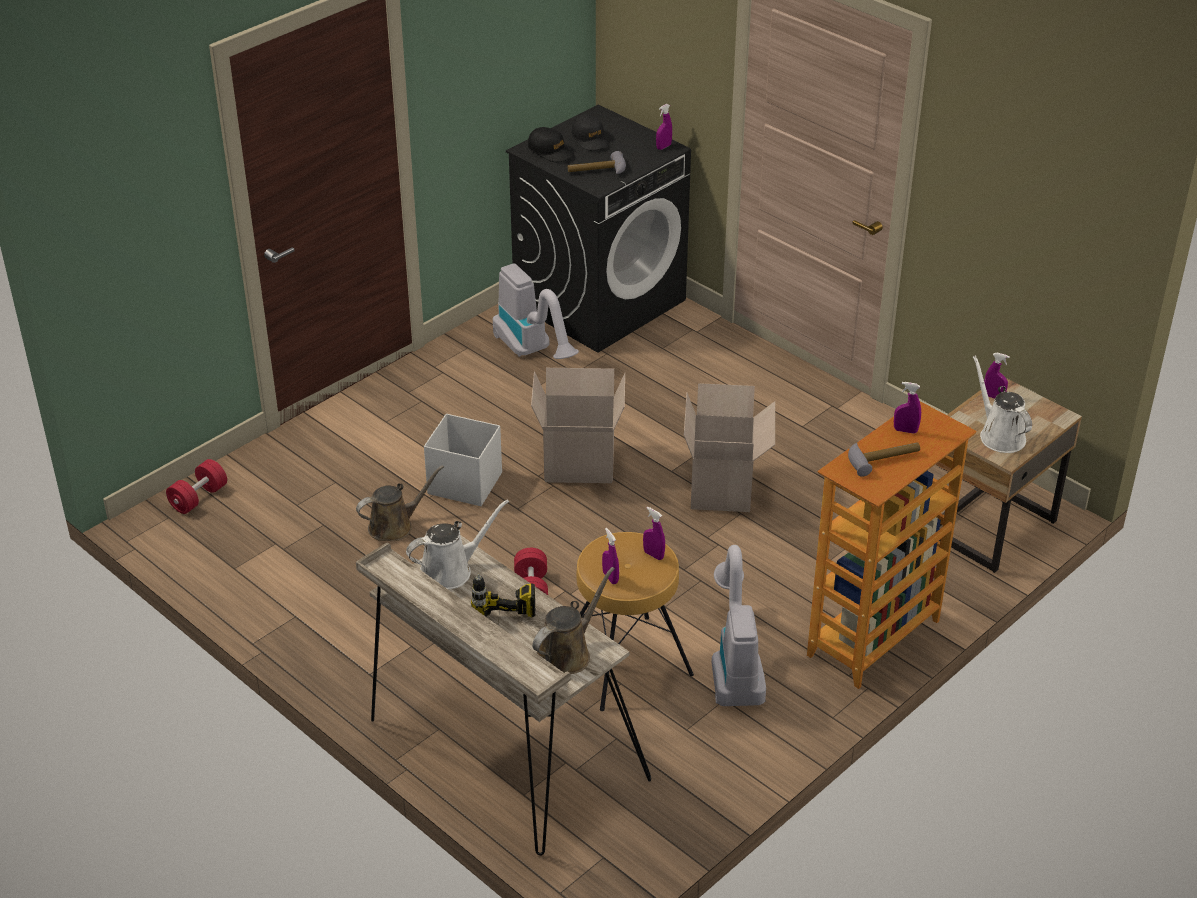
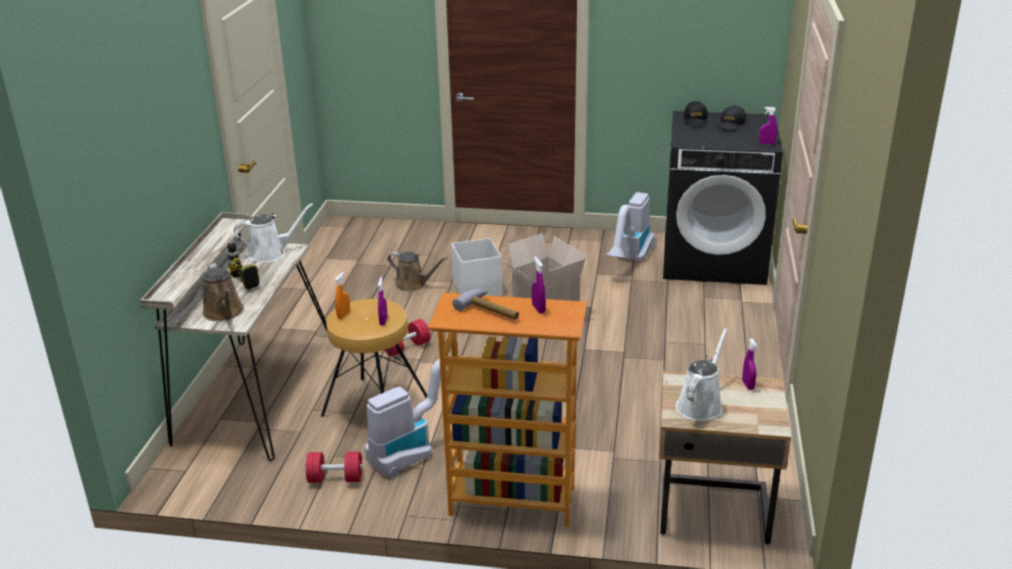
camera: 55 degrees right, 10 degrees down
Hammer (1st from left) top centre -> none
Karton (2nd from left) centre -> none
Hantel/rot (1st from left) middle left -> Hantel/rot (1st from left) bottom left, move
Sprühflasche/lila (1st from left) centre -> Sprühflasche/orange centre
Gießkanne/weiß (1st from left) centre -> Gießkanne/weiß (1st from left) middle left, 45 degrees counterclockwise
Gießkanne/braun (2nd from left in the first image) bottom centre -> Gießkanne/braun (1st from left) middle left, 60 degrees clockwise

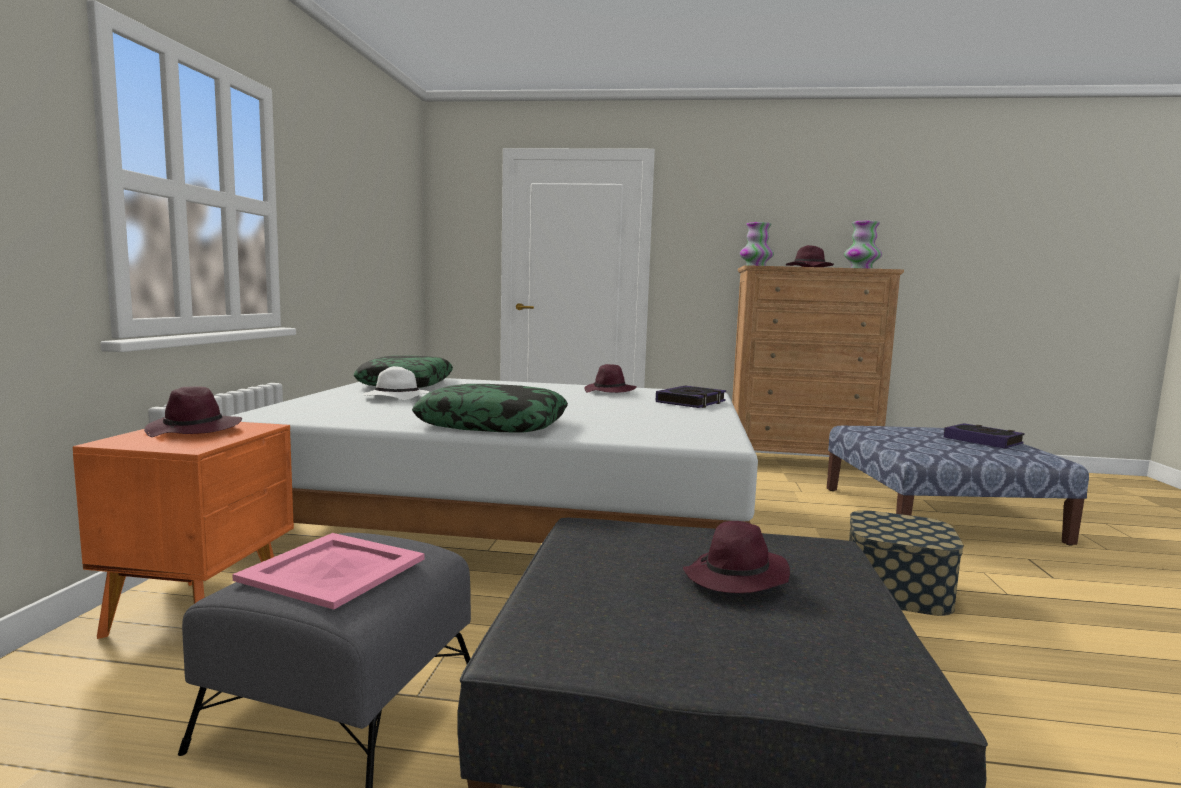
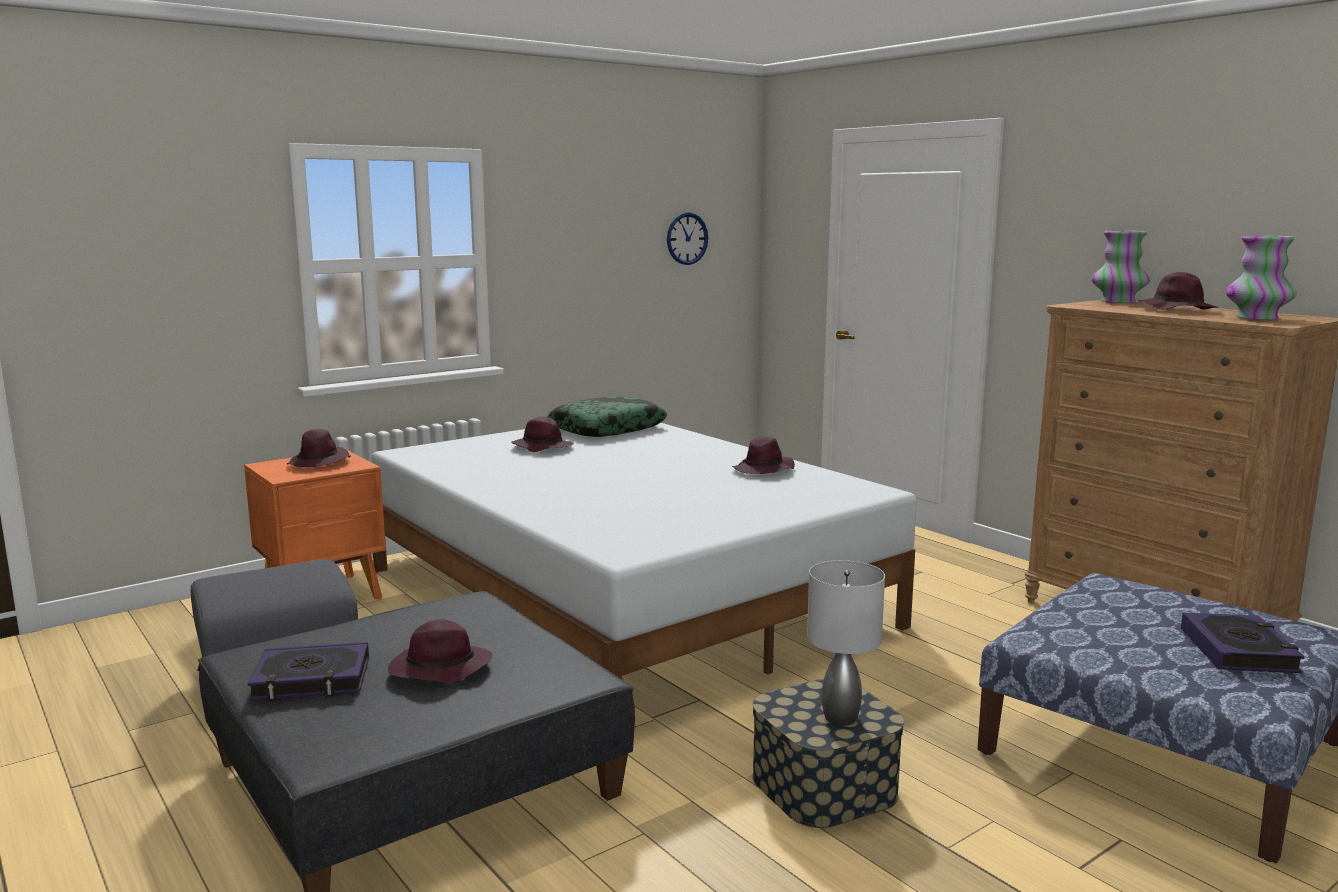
camera: 45 degrees right, 5 degrees up
Tablett/rosa bottom left -> none
Kissen (2nd from left) centre -> none
none -> Wanduhr top centre
none -> Tischlampe/grau bottom centre
Buch (1st from left) centre -> Buch (1st from left) bottom left, move
Hut/weiß centre -> Hut/lila (3rd from left) centre

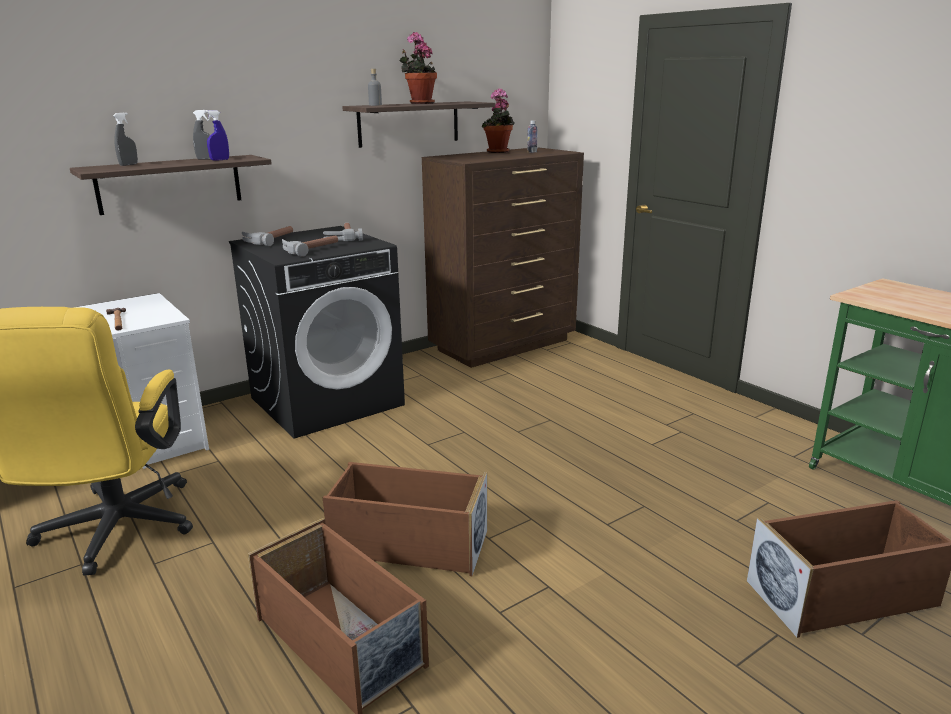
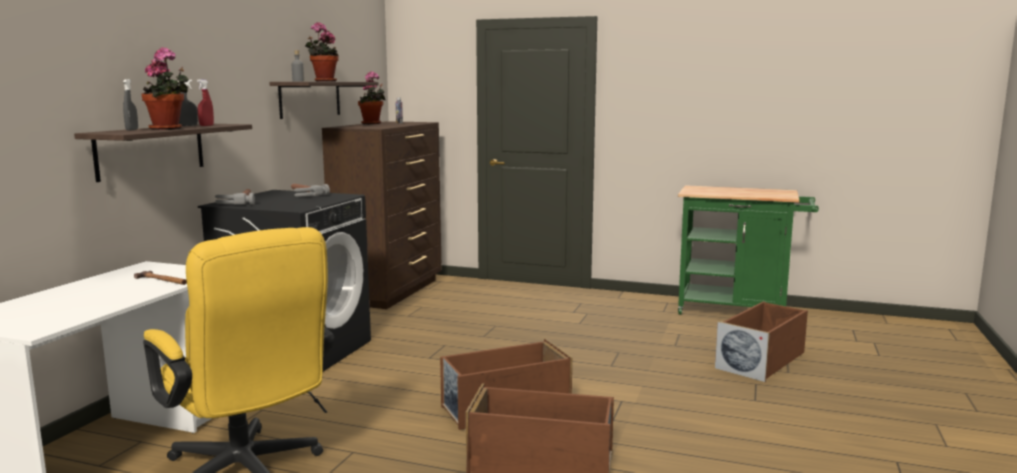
camera: 35 degrees left, 10 degrees down
Hammer (3rd from left) middle left -> none
none -> Topfpflanze (1st from left) top left
Sprühflasche/blau top left -> Sprühflasche/rot top left

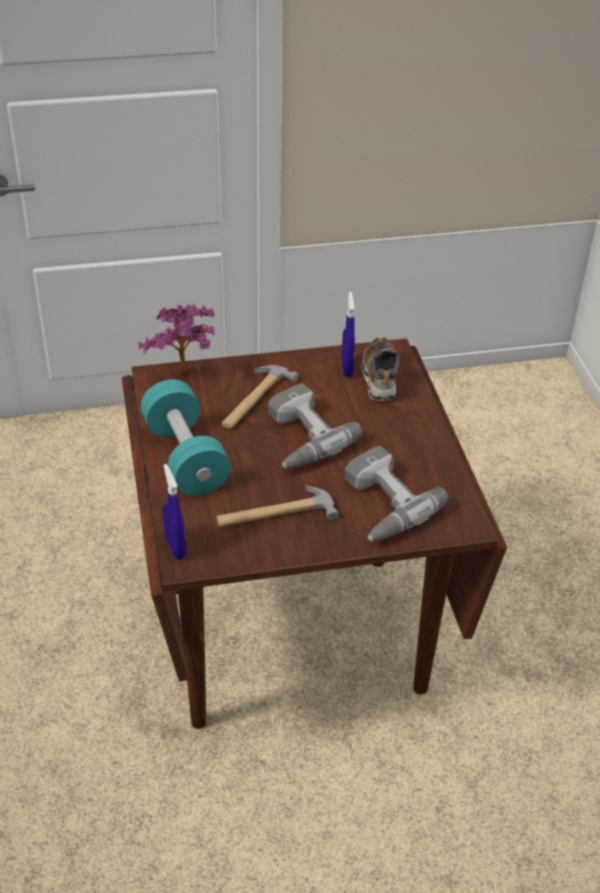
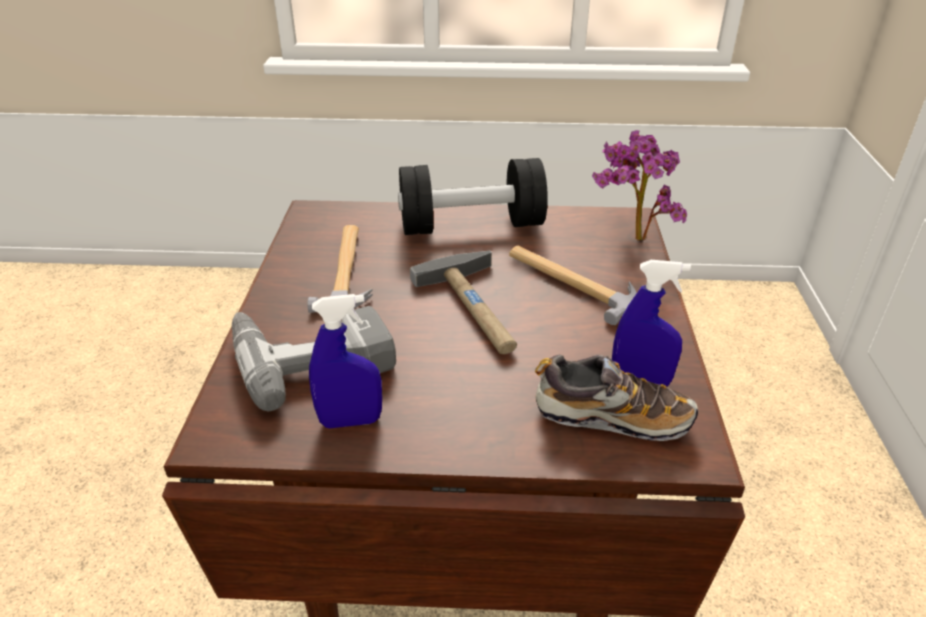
camera: 105 degrees right, 5 degrees down
Sprühflasche/blau (1st from left) middle left -> Sprühflasche/blau (1st from left) centre, move
Bohrmaschine (1st from left) centre -> Hammer (2nd from left) centre
Hantel/türkis middle left -> Hantel/schwarz top centre

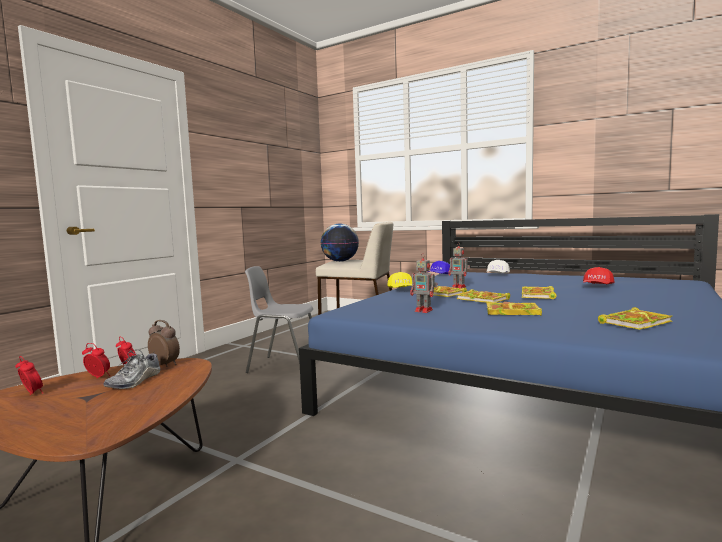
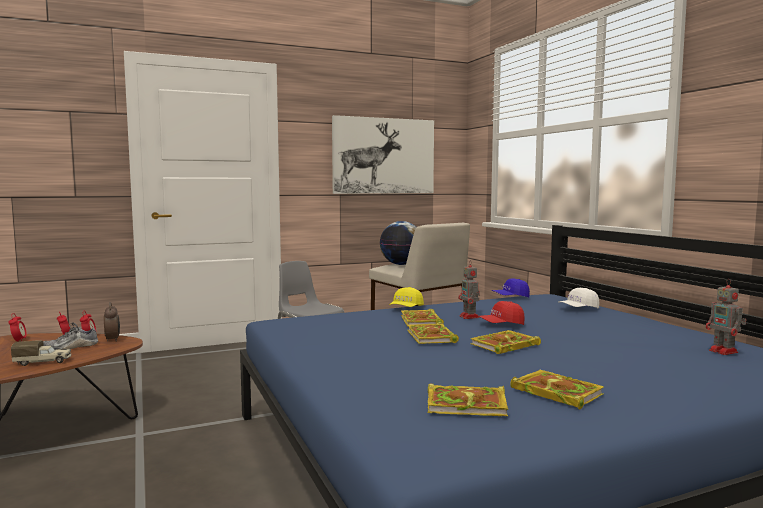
camera: 35 degrees right, 0 degrees up
none -> Spielzeuglaster bottom left
none -> Bild top centre
Spielzeugroboter (1st from left in the first image) centre -> Spielzeugroboter (2nd from left) middle right, move
Buch (3rd from left in the first image) middle right -> Buch (5th from left) bottom right, move
Kappe/rot middle right -> Kappe/rot centre, move

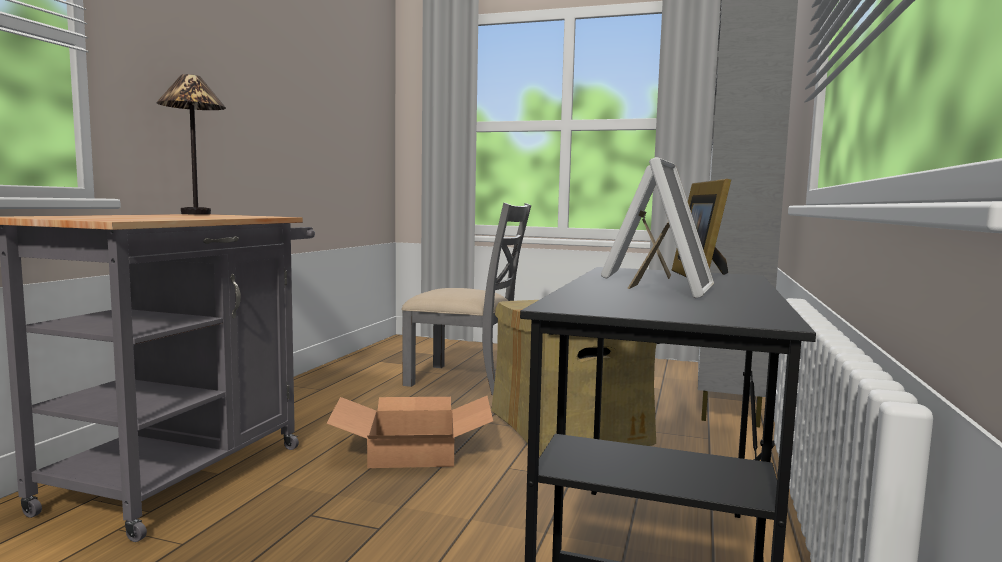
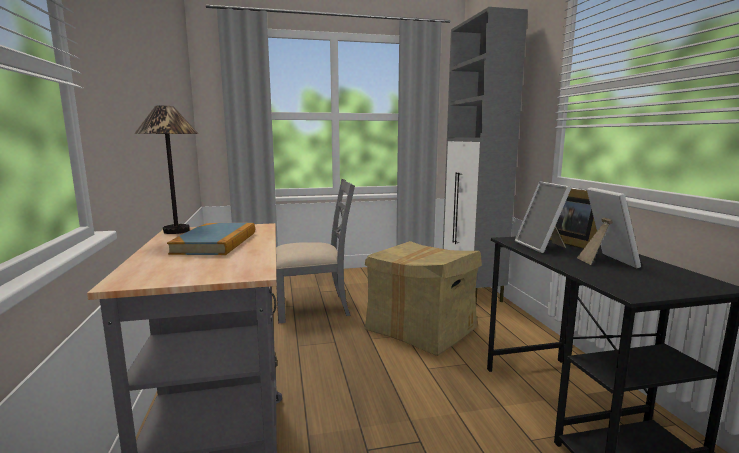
camera: 30 degrees left, 5 degrees up
Karton (1st from left) bottom centre -> none
none -> Buch middle left

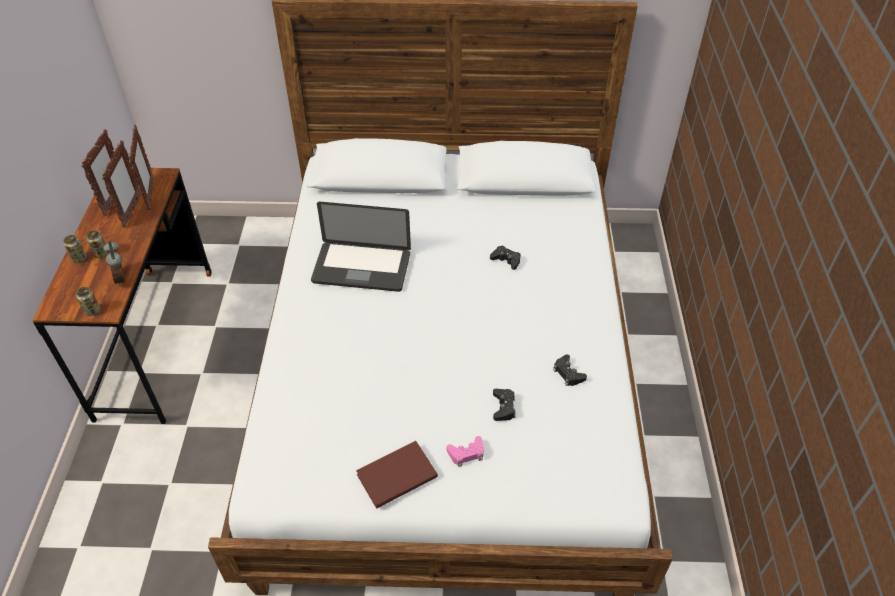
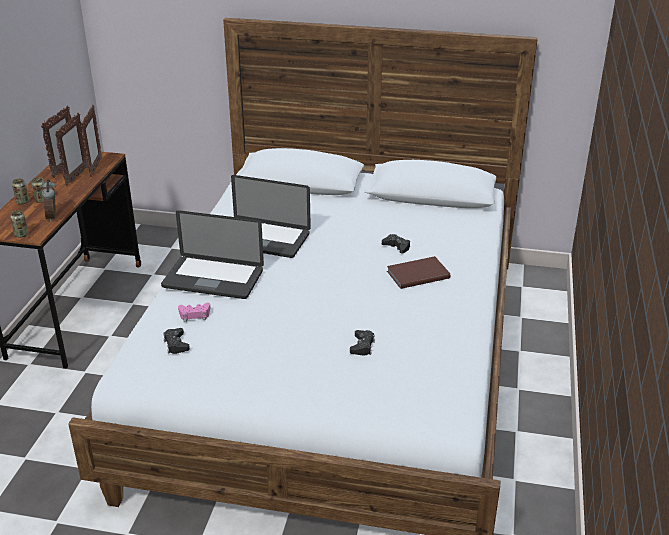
camera: 10 degrees right, 15 degrees down
none -> Laptop (1st from left) middle left
Buch/braun bottom centre -> Buch/braun centre, move
Gamepad/rosa bottom centre -> Gamepad/rosa middle left, move
Gamepad/schwarz (3rd from left in the first image) centre -> Gamepad/schwarz (1st from left) middle left, move

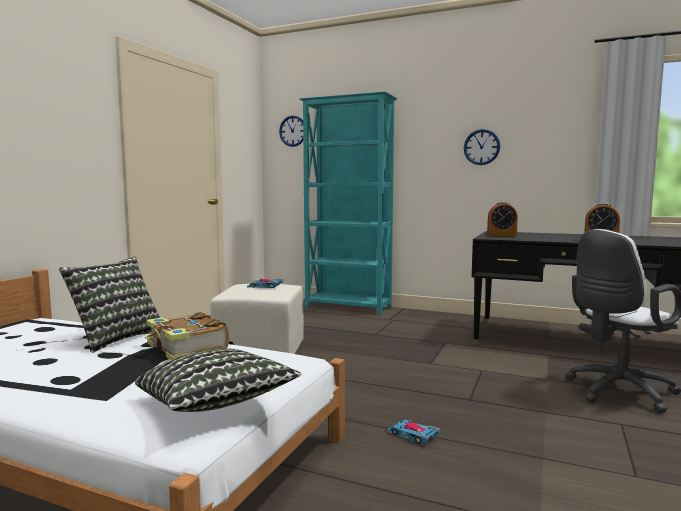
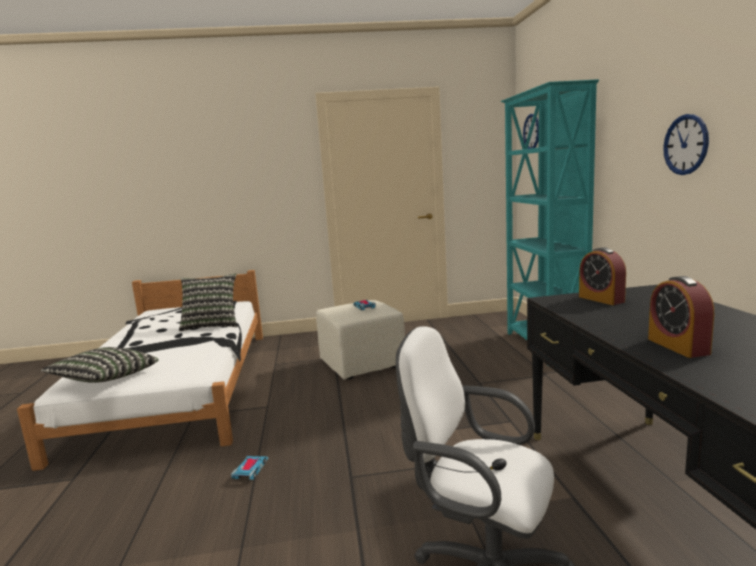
camera: 60 degrees right, 5 degrees up
Buch middle left -> none

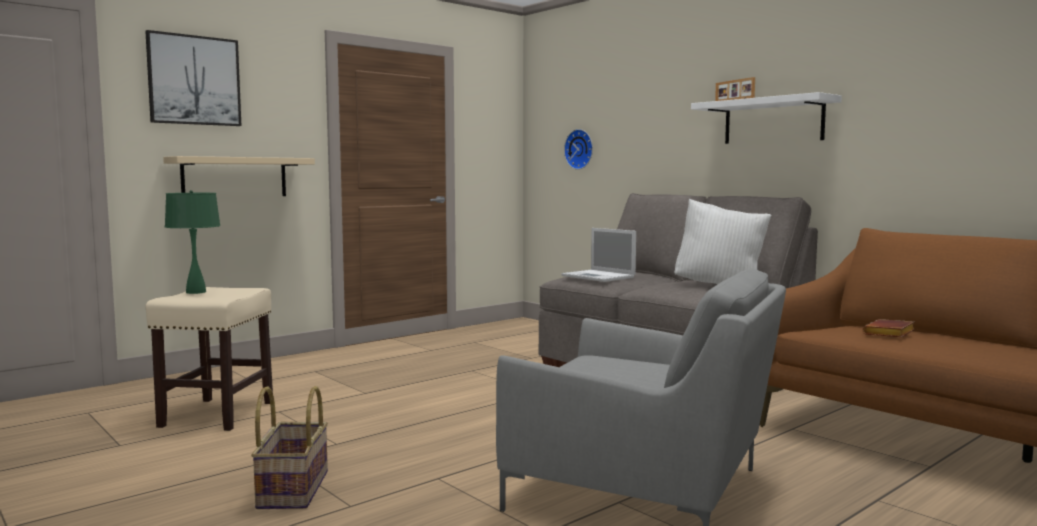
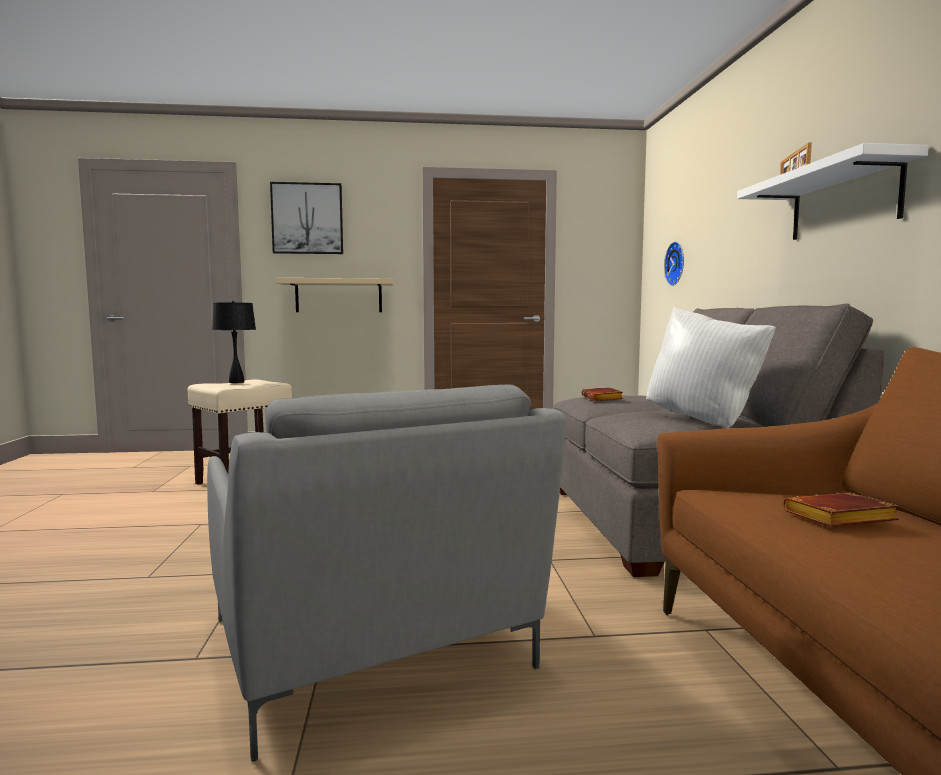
camera: 35 degrees right, 0 degrees up
Korb bottom left -> none
Laptop centre -> Buch/braun (1st from left) centre
Tischlampe/grün middle left -> Tischlampe/schwarz middle left

